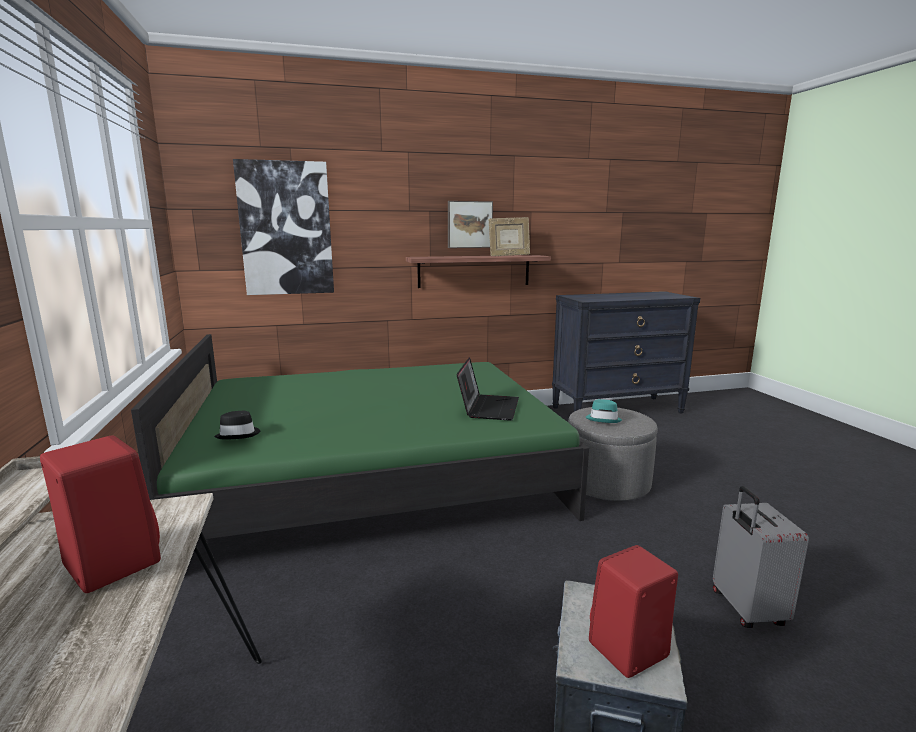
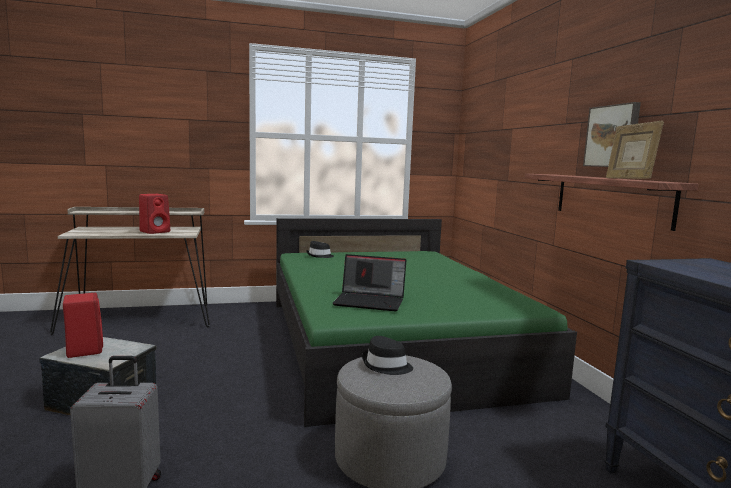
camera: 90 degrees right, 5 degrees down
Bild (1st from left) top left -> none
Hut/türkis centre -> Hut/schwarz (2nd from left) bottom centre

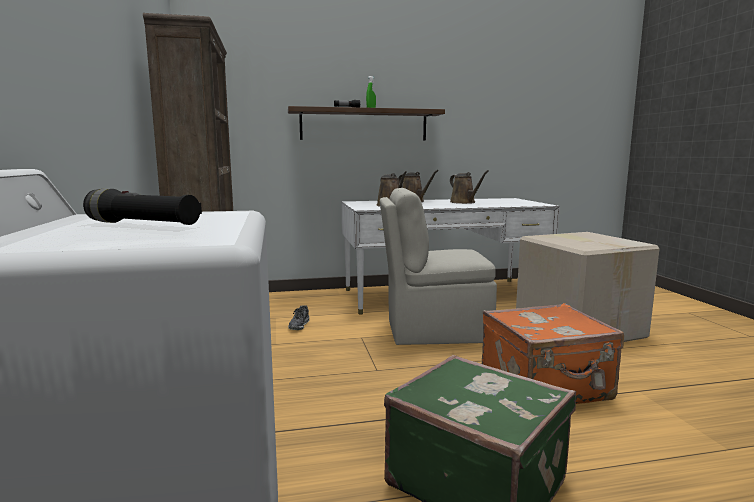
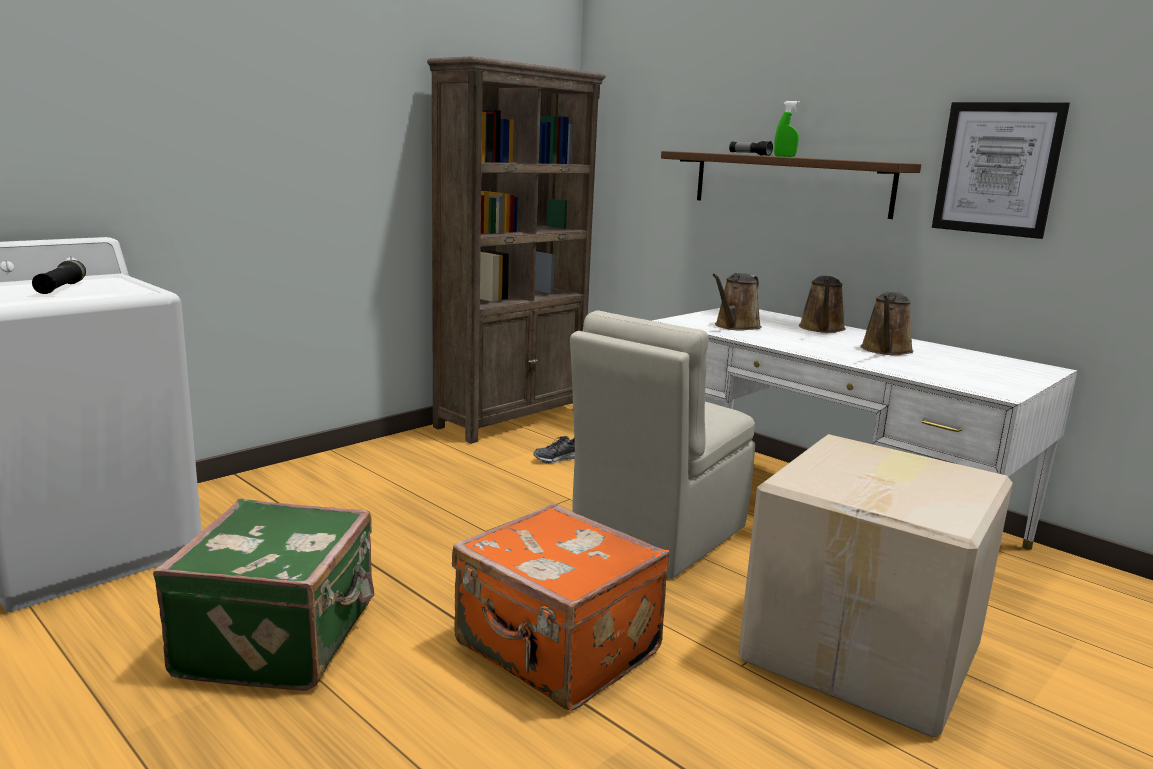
camera: 55 degrees right, 5 degrees up
none -> Bild top right
Stuhl/beige centre, 105 degrees counterclockwise

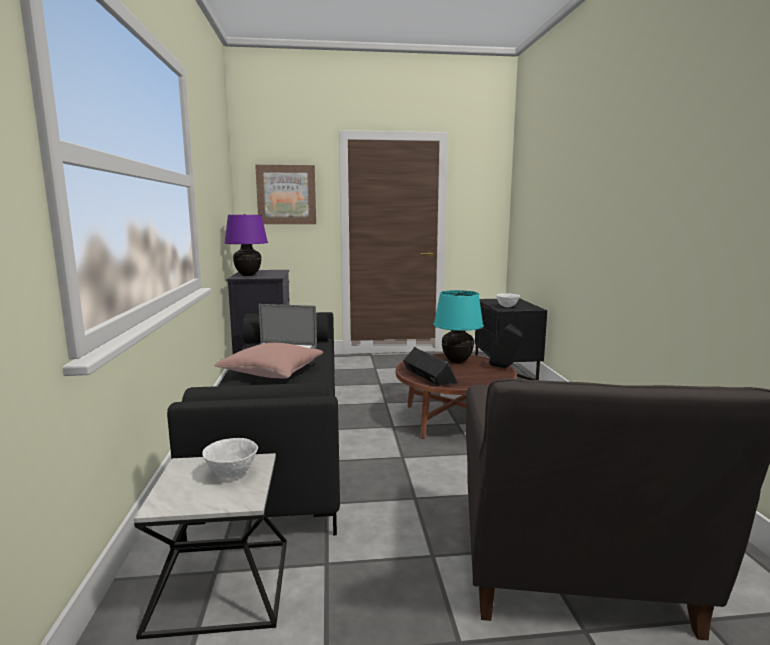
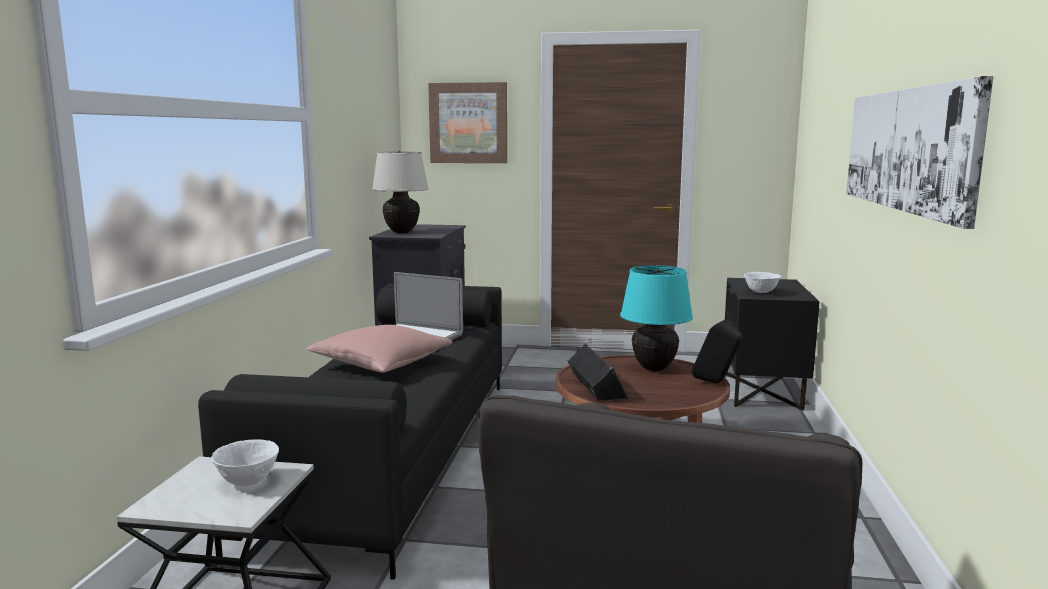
camera: 15 degrees right, 0 degrees up
none -> Bild (2nd from left) top right
Tischlampe/lila middle left -> Tischlampe/beige top centre

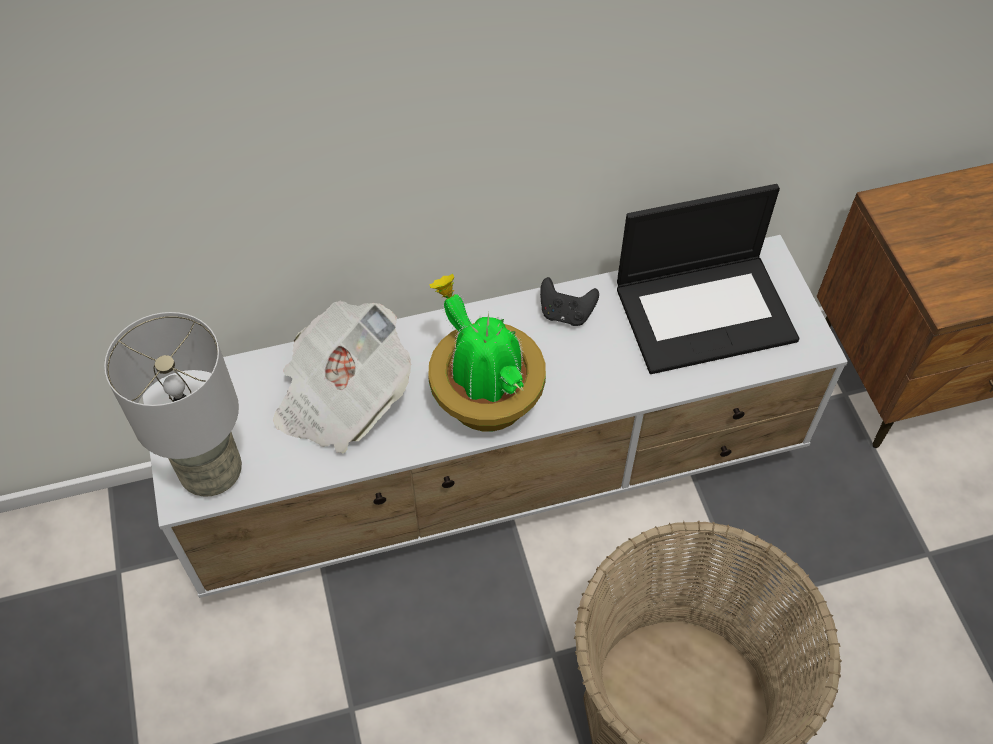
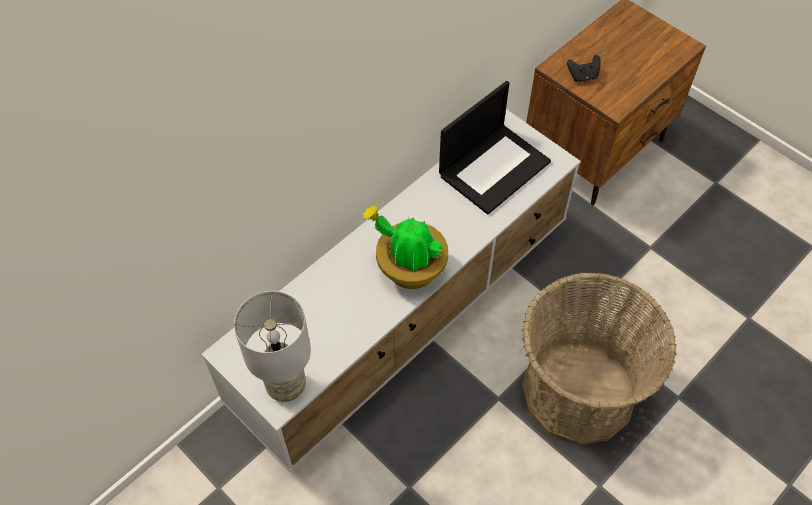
camera: 30 degrees left, 0 degrees up
Zeitung centre -> none
Gamepad/schwarz centre -> Gamepad/schwarz top right, move

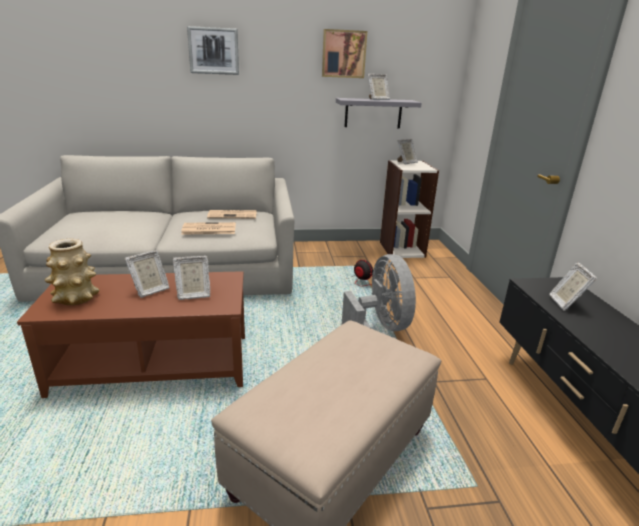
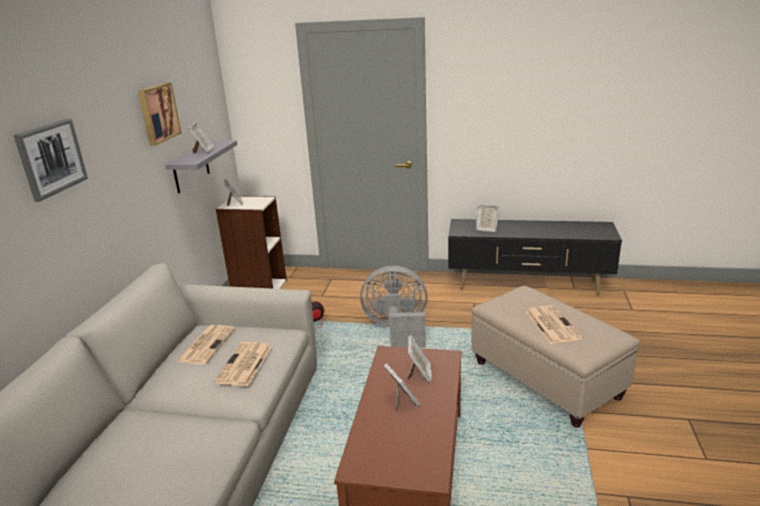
camera: 70 degrees left, 0 degrees up
Vase middle left -> none
none -> Zeitung (3rd from left) middle right

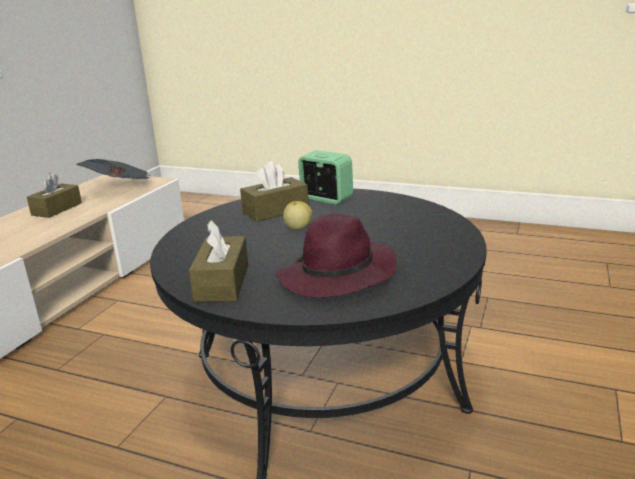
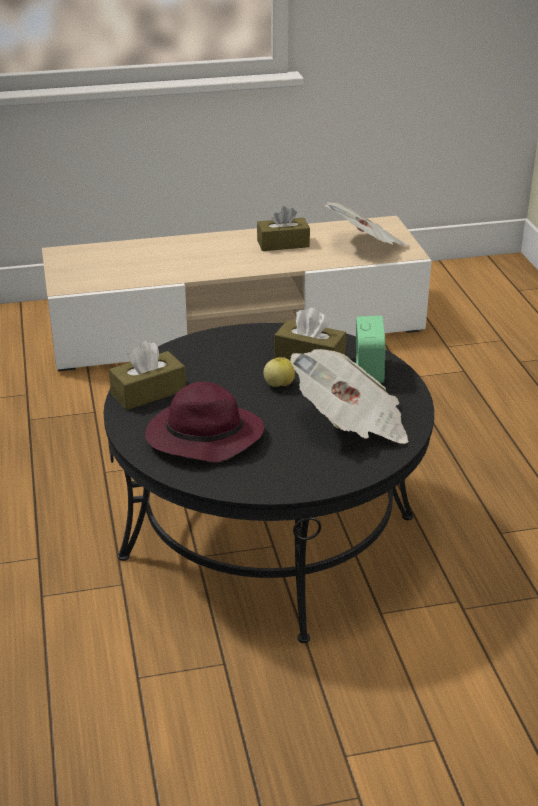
camera: 55 degrees right, 10 degrees up
none -> Zeitung (1st from left) centre

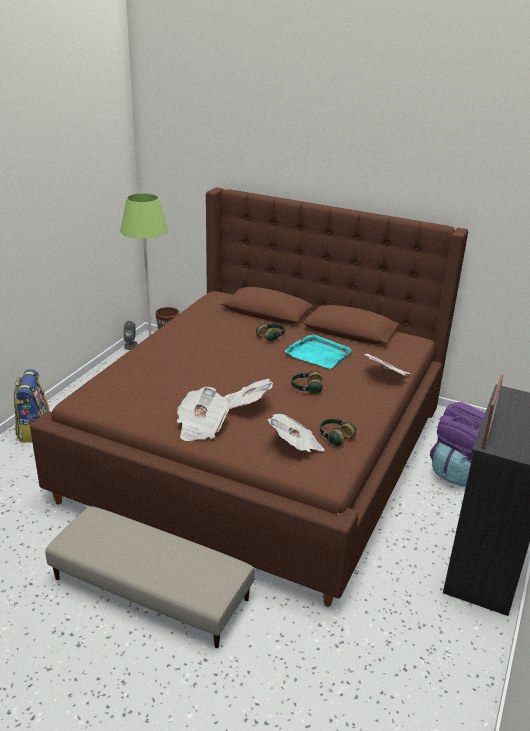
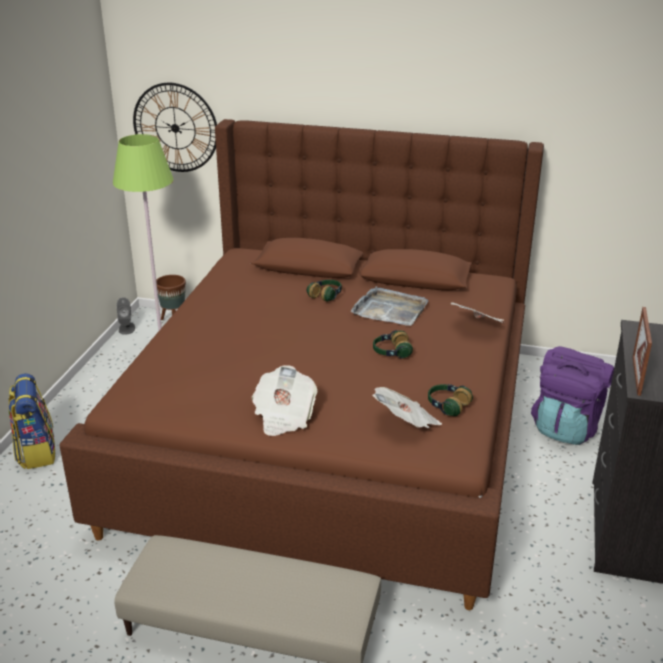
camera: 10 degrees left, 0 degrees up
Zeitung (2nd from left) centre -> none
none -> Wanduhr top left
Tablett/türkis centre -> Tablett/grau centre

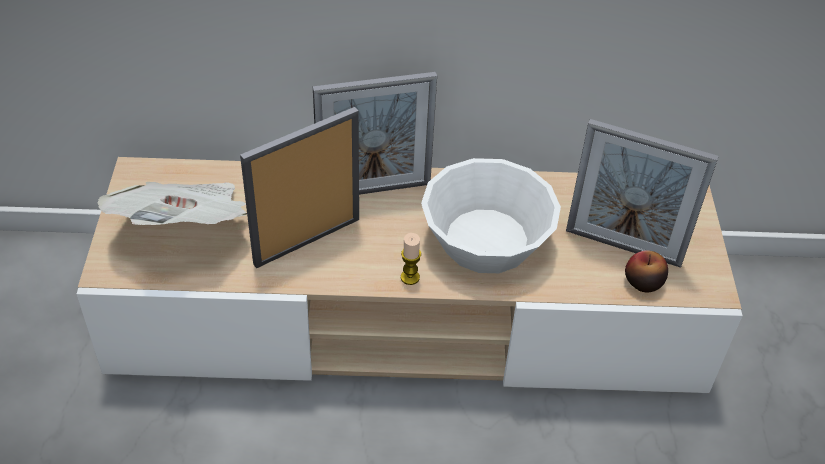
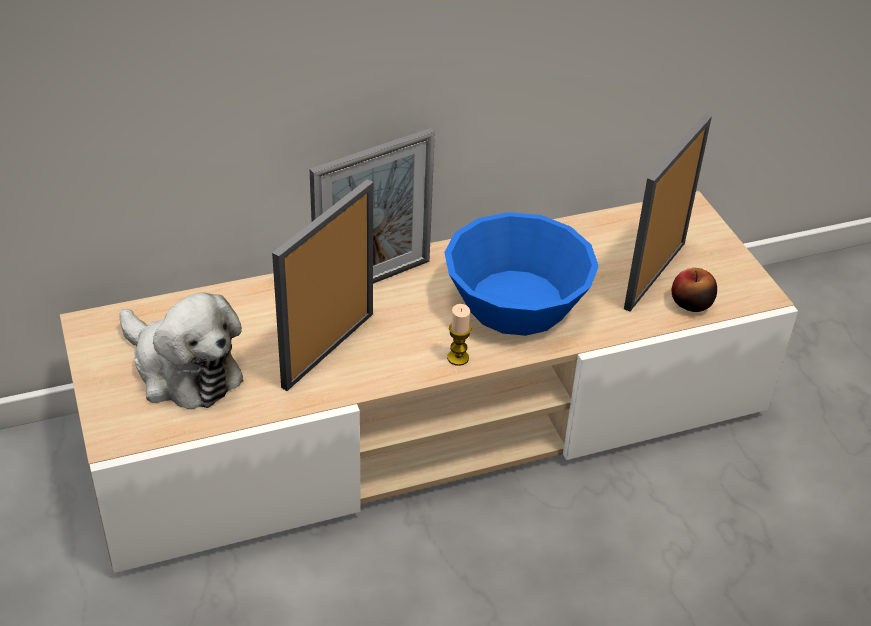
camera: 20 degrees left, 5 degrees down
Zeitung middle left -> Plüschtier middle left
Schüssel/weiß centre -> Schüssel/blau centre
Bilderrahmen (3rd from left) middle right, 120 degrees clockwise

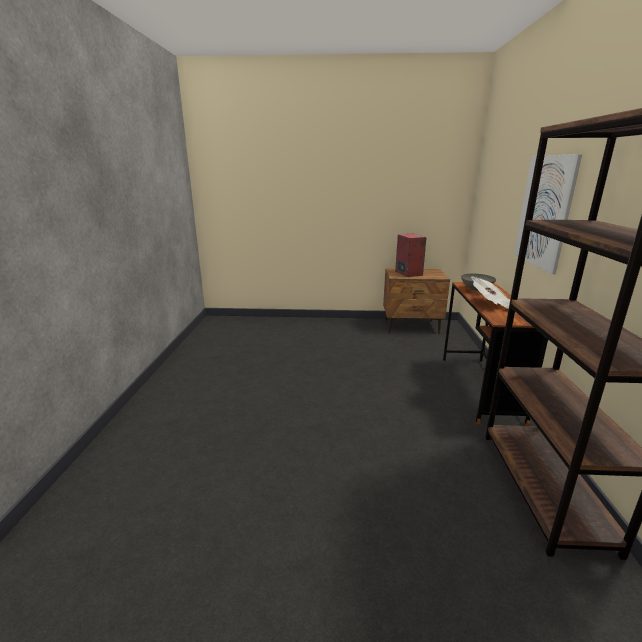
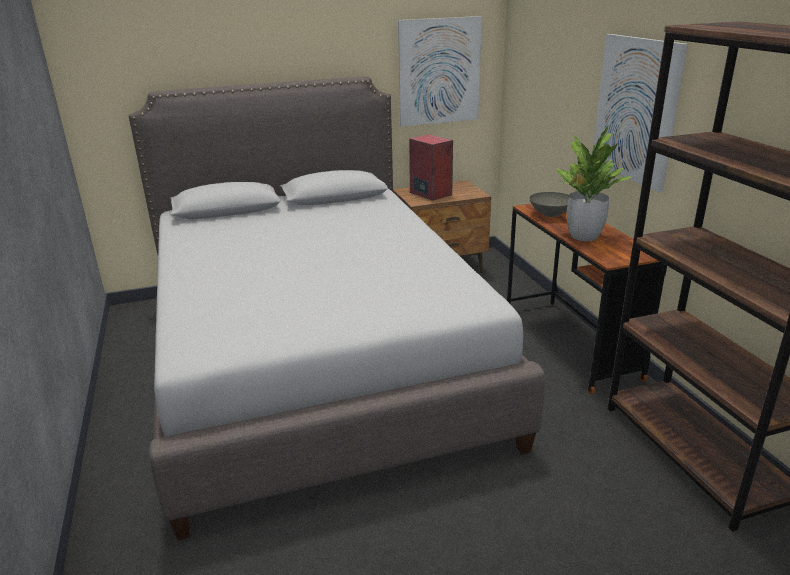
camera: 20 degrees left, 5 degrees up
none -> Bett/grau centre
none -> Bild (1st from left) top centre
Zeitung middle right -> Topfpflanze top right

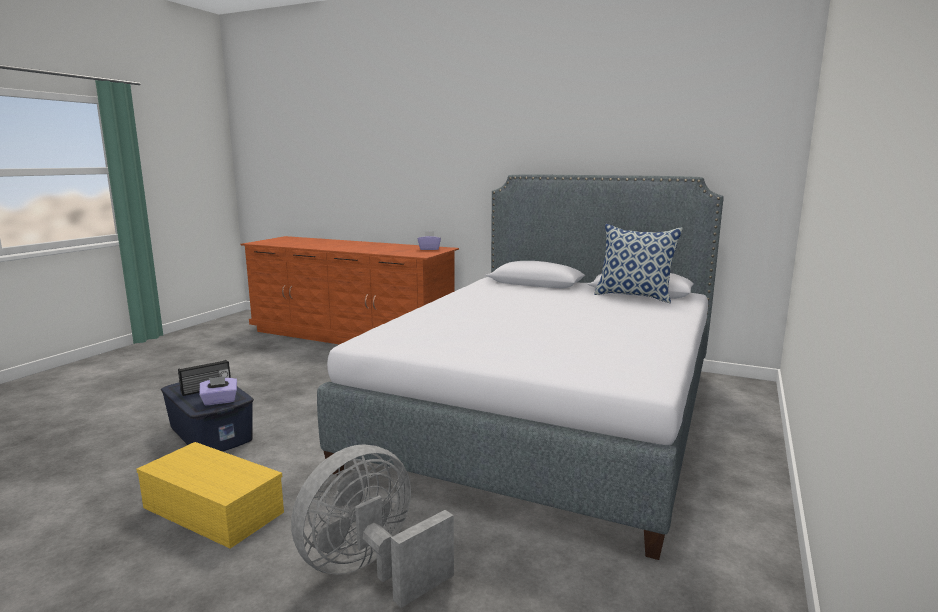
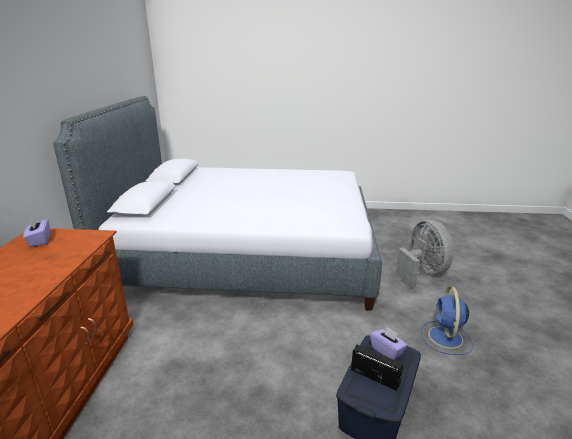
camera: 110 degrees left, 10 degrees up
Kissen middle right -> none
Aufbewahrungsbox/gelb bottom left -> Ventilator/blau bottom right
Ventilator/grau bottom centre -> Ventilator/grau middle right, 135 degrees counterclockwise

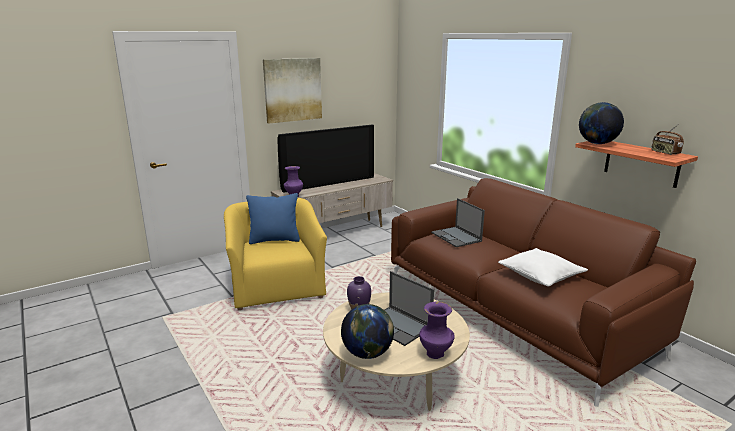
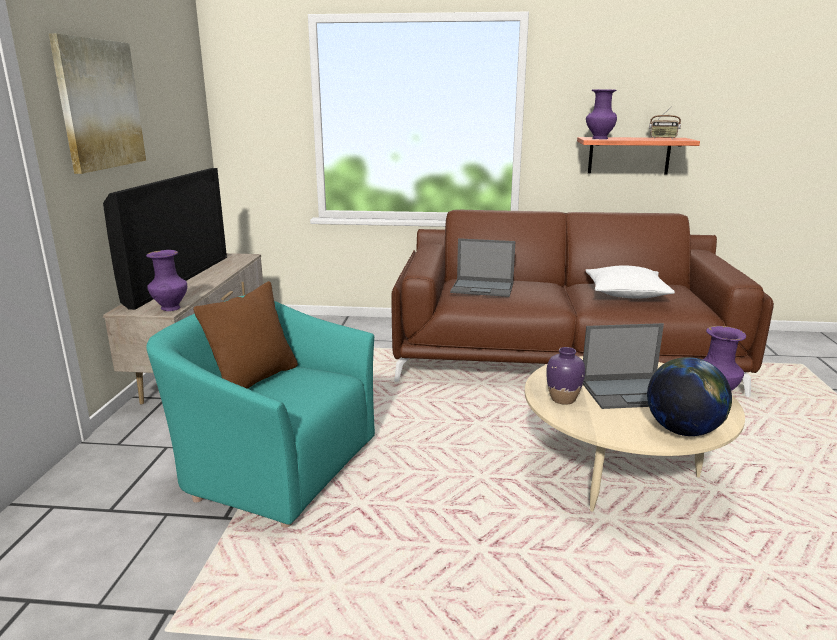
camera: 50 degrees left, 0 degrees up
Globus (2nd from left) top right -> Vase/lila (3rd from left) top right
Sessel/gelb centre -> Sessel/türkis middle left
Kissen/blau centre -> Kissen/braun middle left

